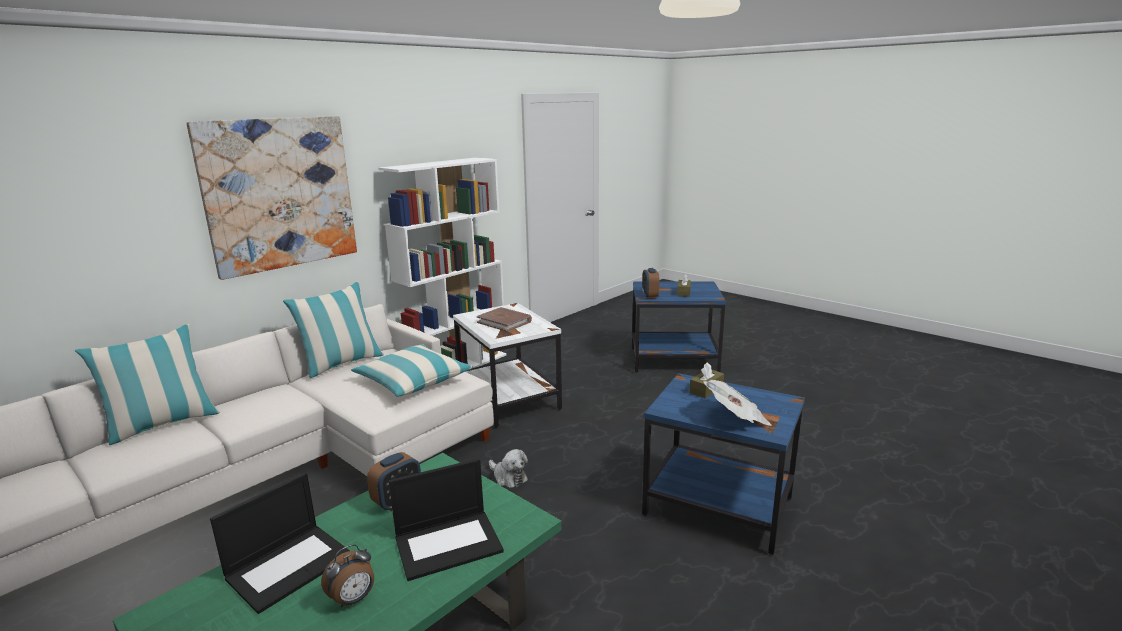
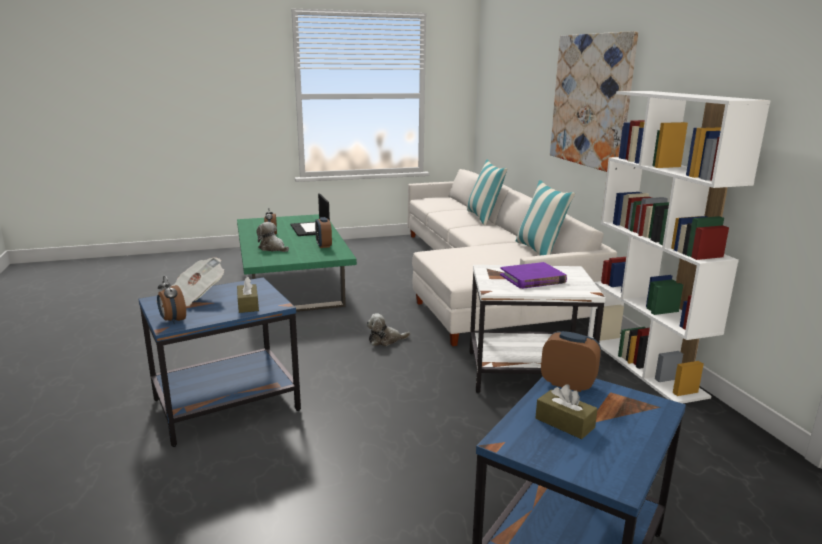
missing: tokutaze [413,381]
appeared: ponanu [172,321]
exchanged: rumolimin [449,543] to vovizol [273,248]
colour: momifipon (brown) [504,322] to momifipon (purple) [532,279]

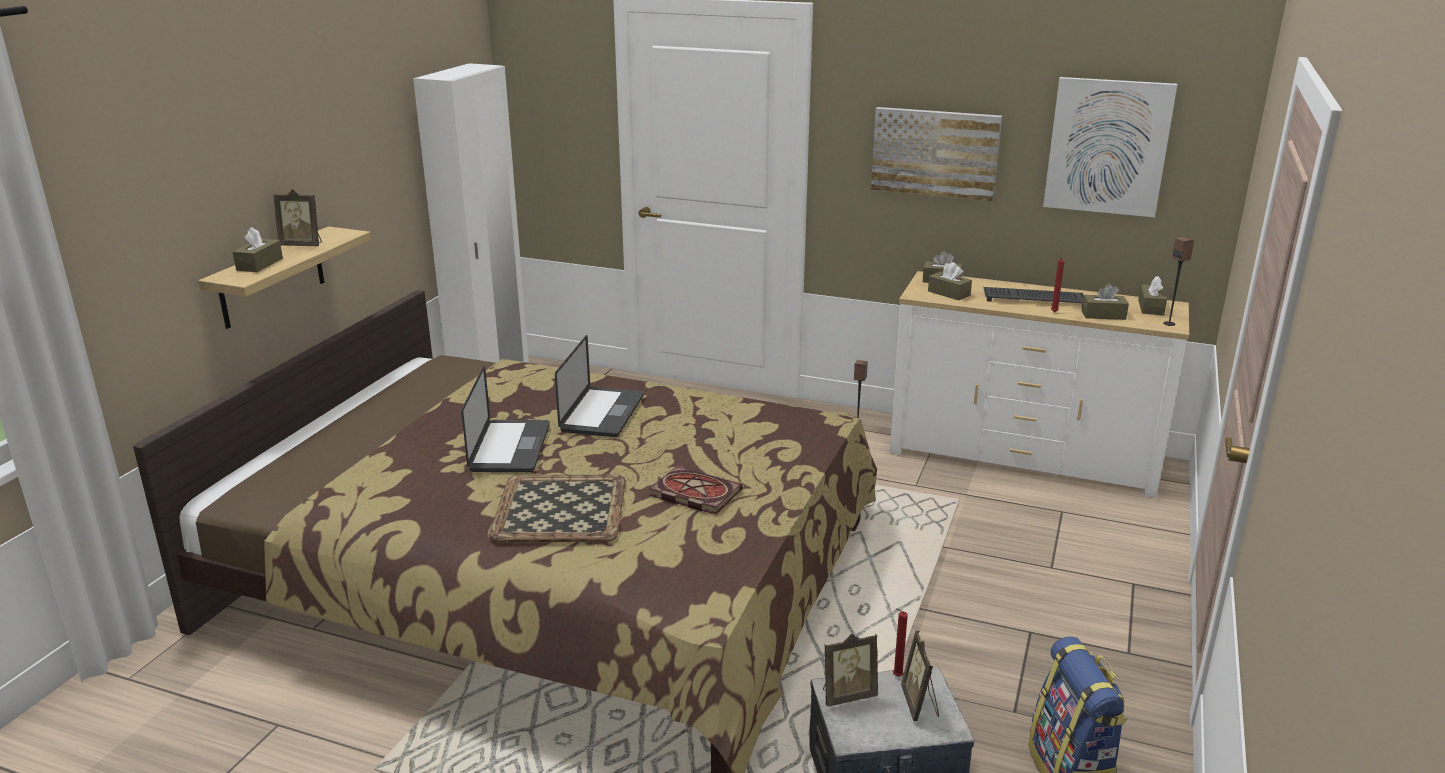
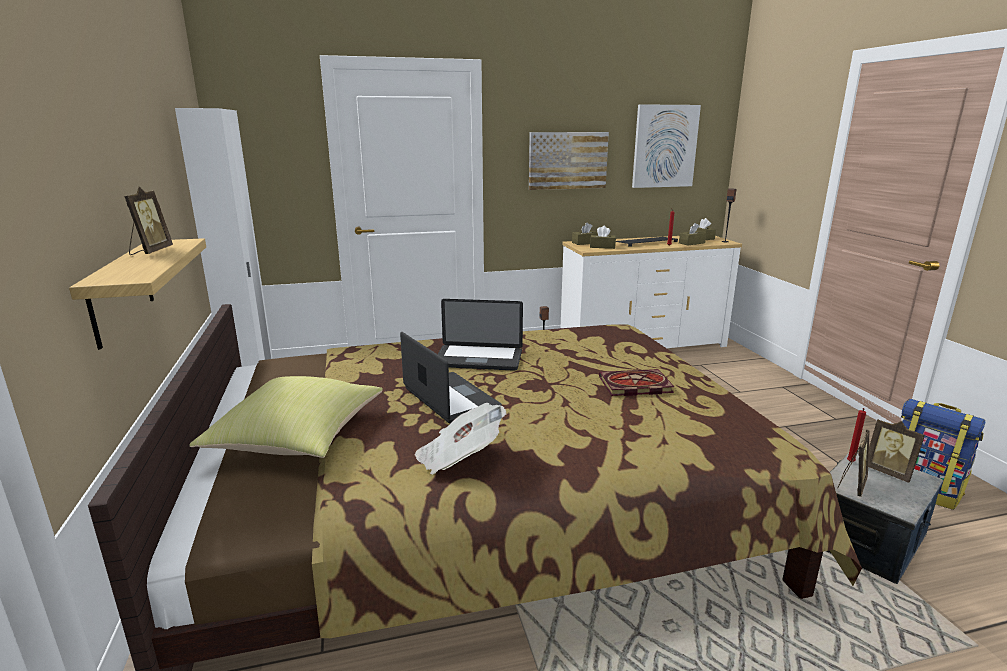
missing: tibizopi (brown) [259,264]; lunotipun [561,510]
appeared: tokutaze (yellow) [299,441]; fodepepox [459,458]
spun: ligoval [303,245] = [150,252] 60 degrees counterclockwise; rumolimin [602,413] = [478,359] 120 degrees clockwise

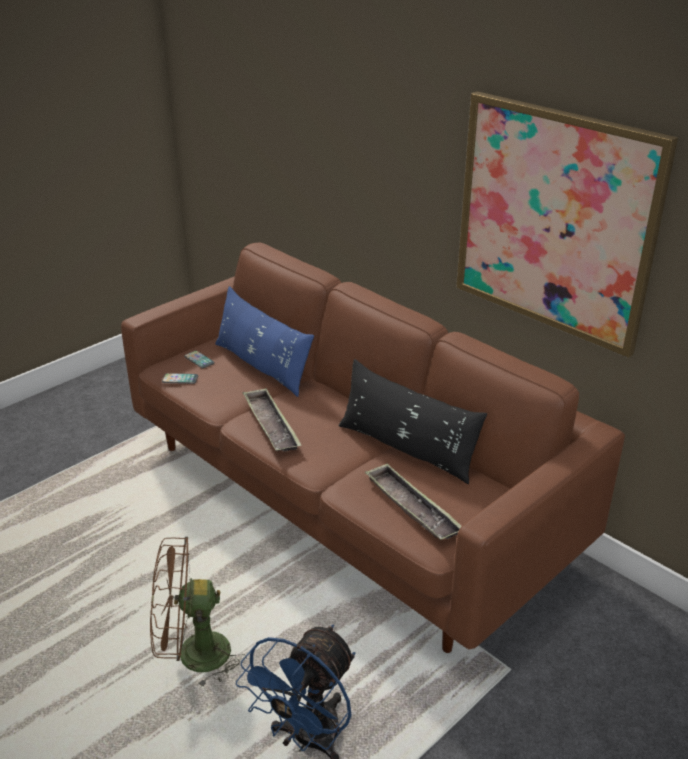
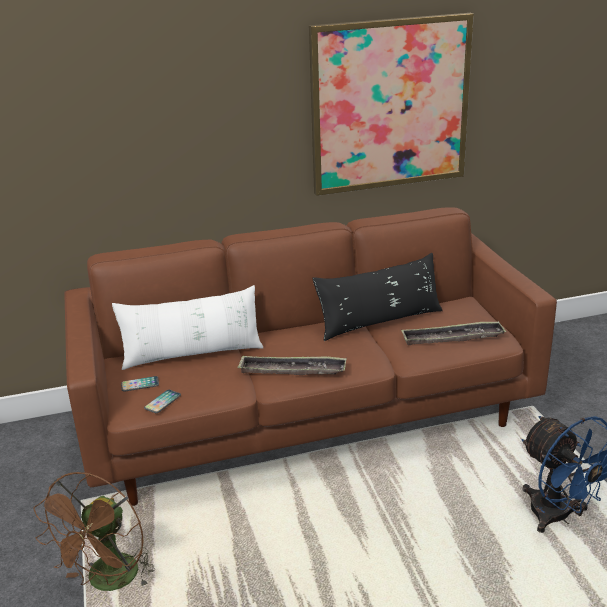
relocated: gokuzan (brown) [192,656] to [109,582]
colour: tokutaze (blue) [262,366] to tokutaze (white) [192,354]

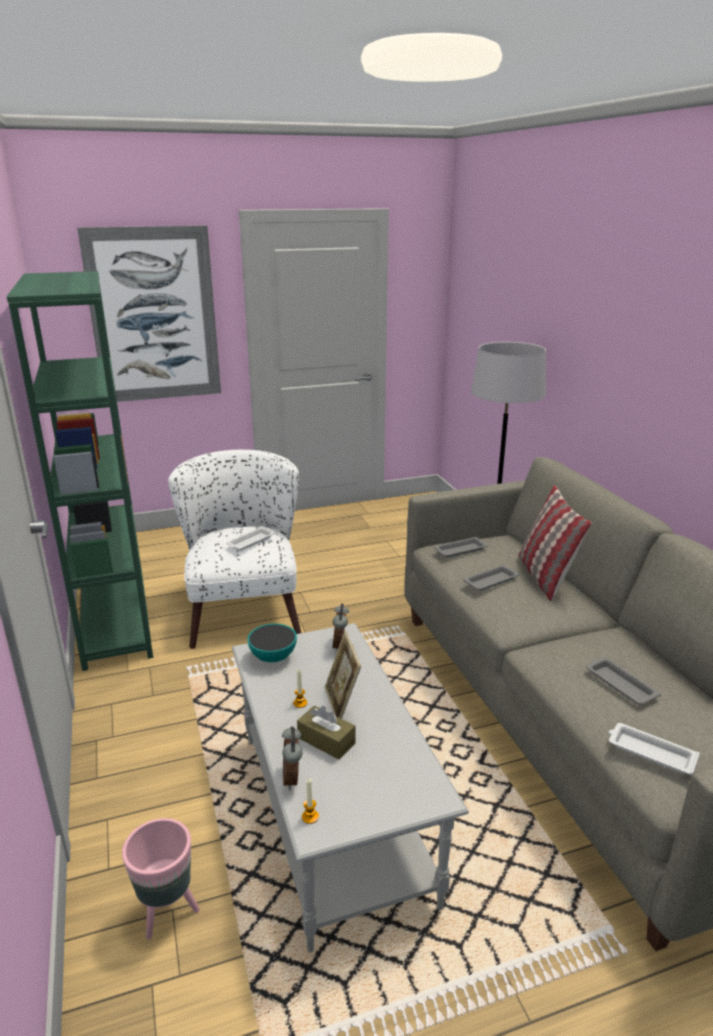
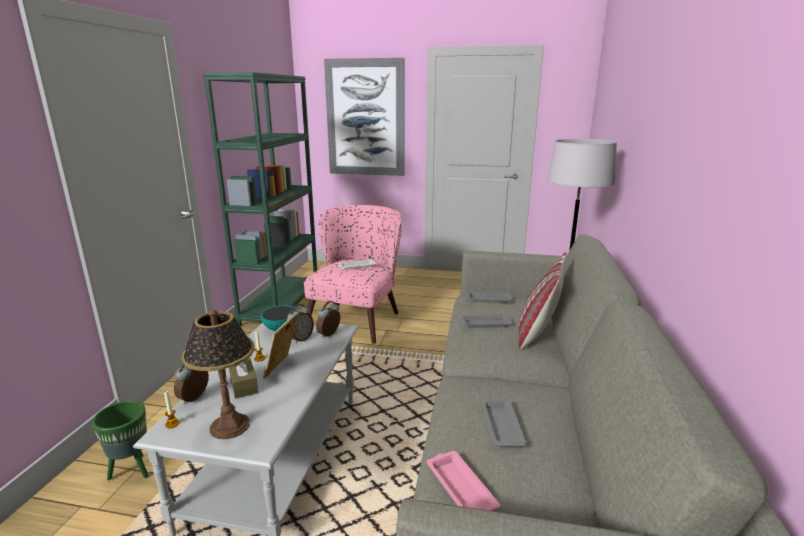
appeared: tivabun [229,426]; ponanu [301,339]
colour: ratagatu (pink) [167,913] to ratagatu (green) [132,470]; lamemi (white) [244,608] to lamemi (pink) [358,318]; lunotipun (white) [650,752] to lunotipun (pink) [459,487]

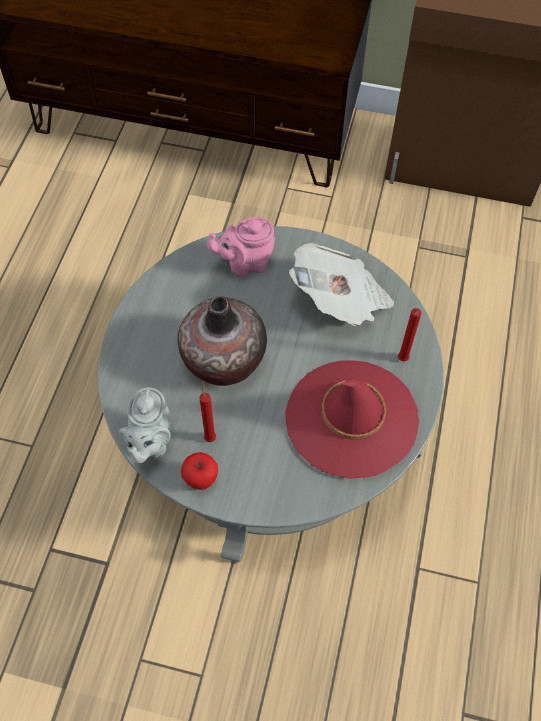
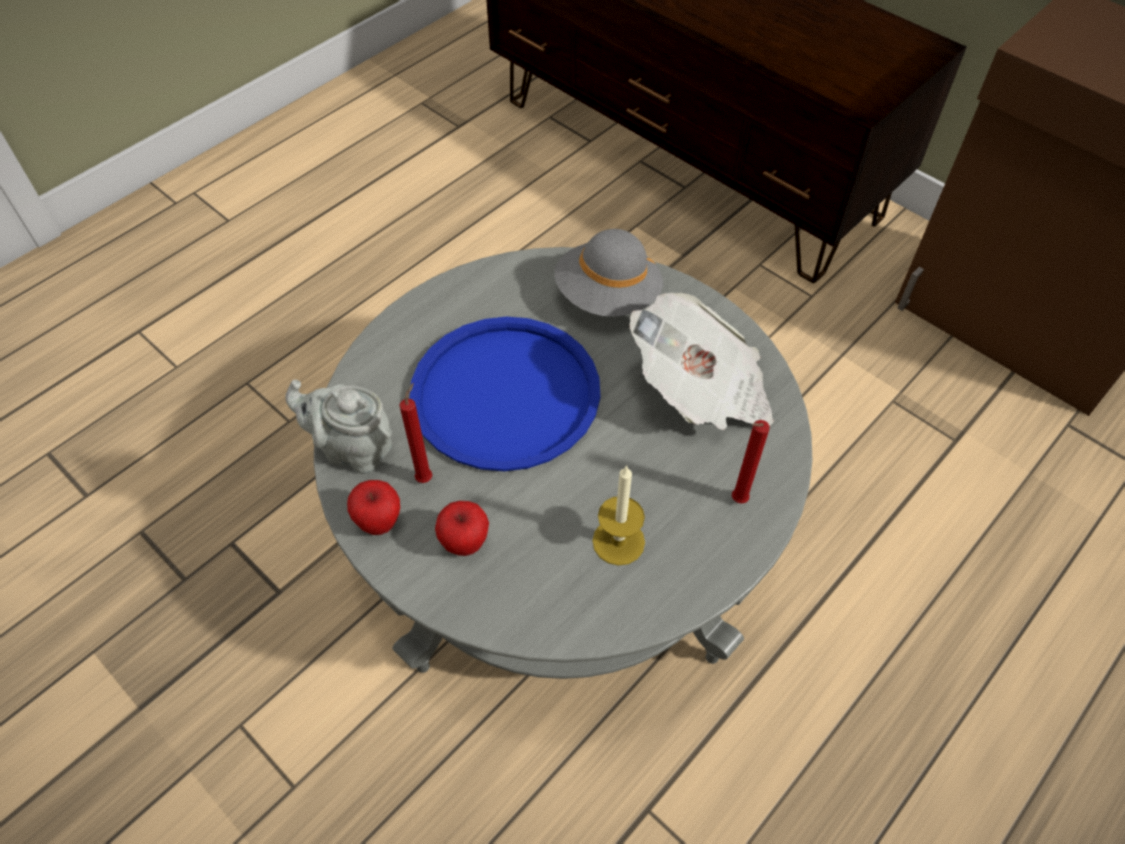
appeared: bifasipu [465,543]
exchanged: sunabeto [223,359] to lunotipun (blue) [505,394]; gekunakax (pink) [245,263] to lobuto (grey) [607,296]; lobuto (red) [351,418] to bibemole [618,541]
spun: gekunakax (grey) [150,442] = [353,449] 75 degrees clockwise

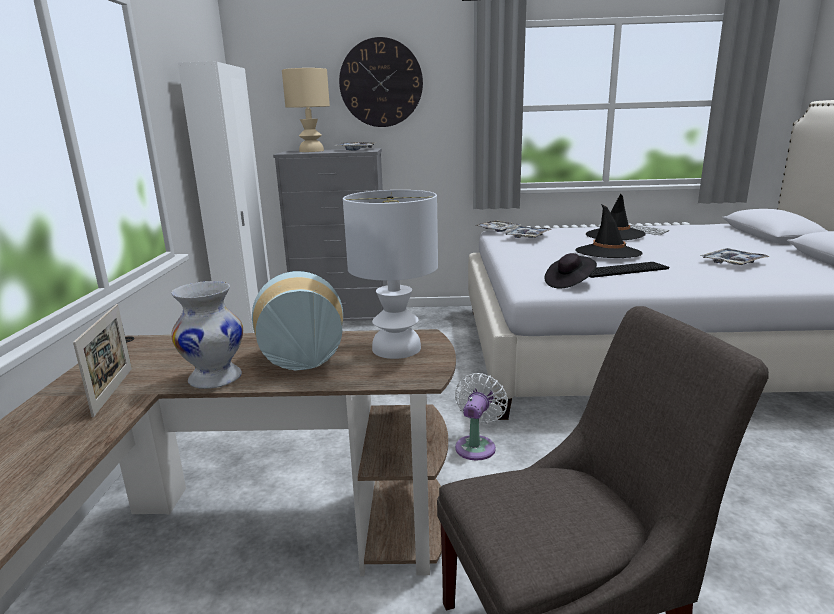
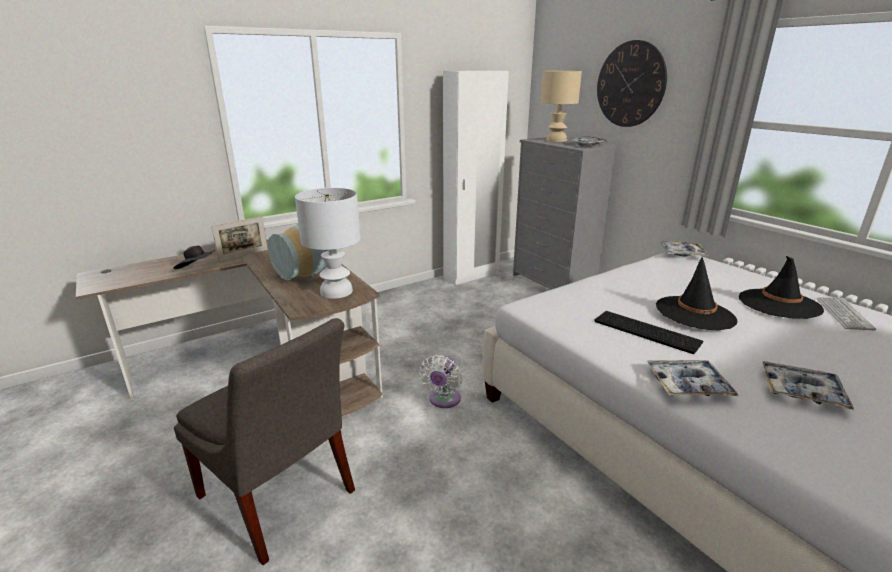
missing: sunabeto (white) [214,378]
relocated: lunotipun [527,236] to [688,385]; lobuto (black) [569,283] to [198,269]
spun: gokuzan (white) [477,446] = [443,400] 120 degrees clockwise

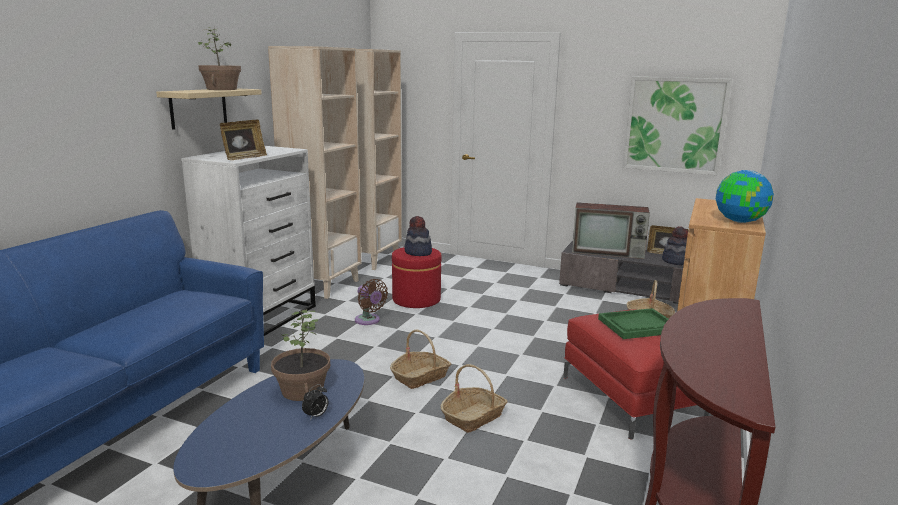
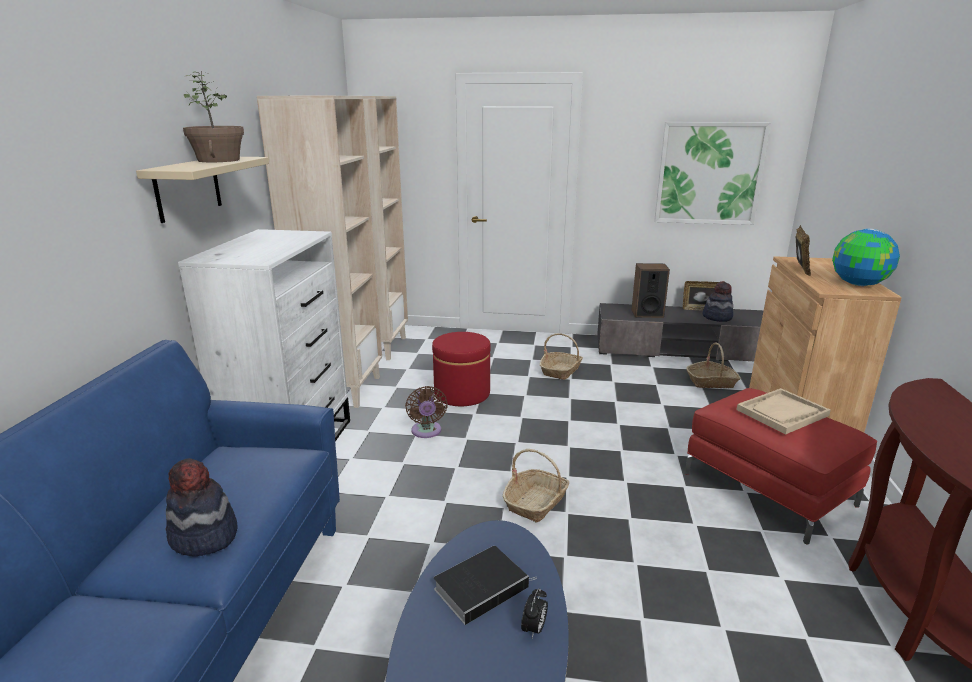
relocated: ligoval [244,158] to [799,270]; lobuto [418,252] to [204,536]; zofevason [473,417] to [561,371]
exchanged: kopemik [302,390] to momifipon [482,586]; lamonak [609,252] to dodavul [647,313]
colour: lunotipun (green) [638,326] to lunotipun (beige) [782,413]
spun: gokuzan (brown) [369,321] = [426,432] 45 degrees clockwise

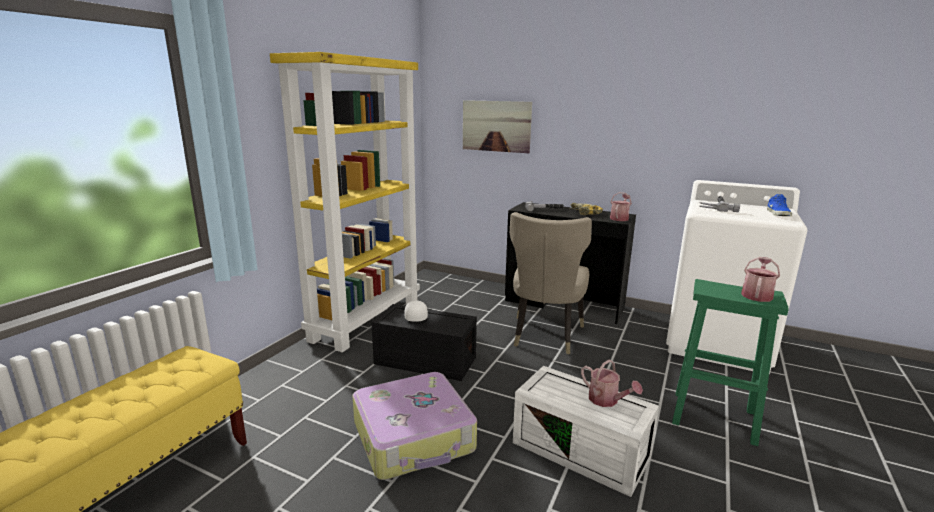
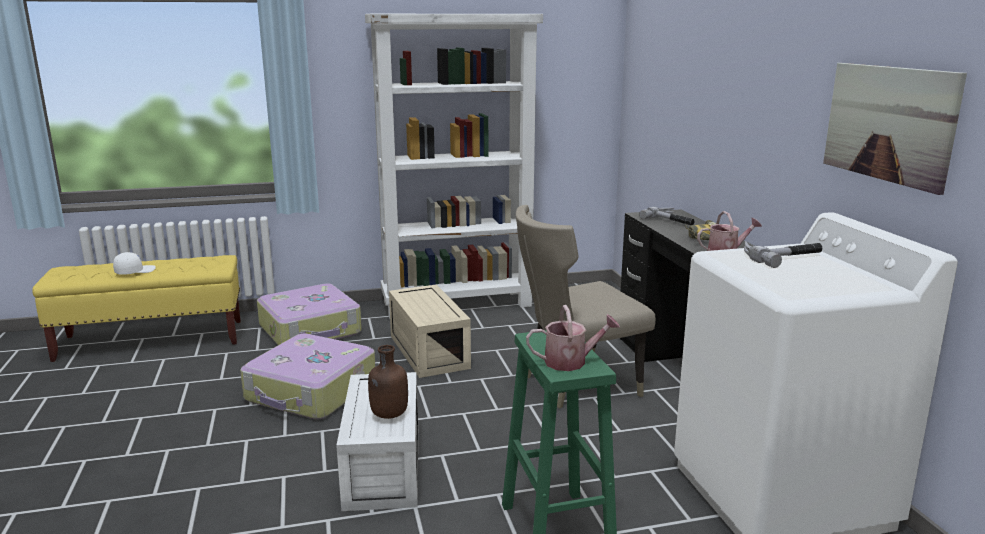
missing: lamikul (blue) [779,214]
appeared: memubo [311,330]
relocated: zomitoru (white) [416,316] to [135,271]; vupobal [496,126] to [888,123]
exchanged: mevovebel [607,400] to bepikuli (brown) [388,415]
colour: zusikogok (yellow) [366,319] to zusikogok (white) [458,303]; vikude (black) [423,361] to vikude (beige) [427,351]

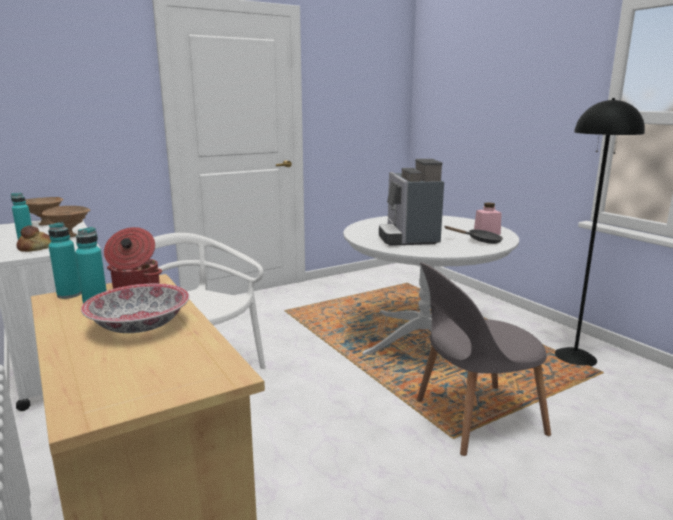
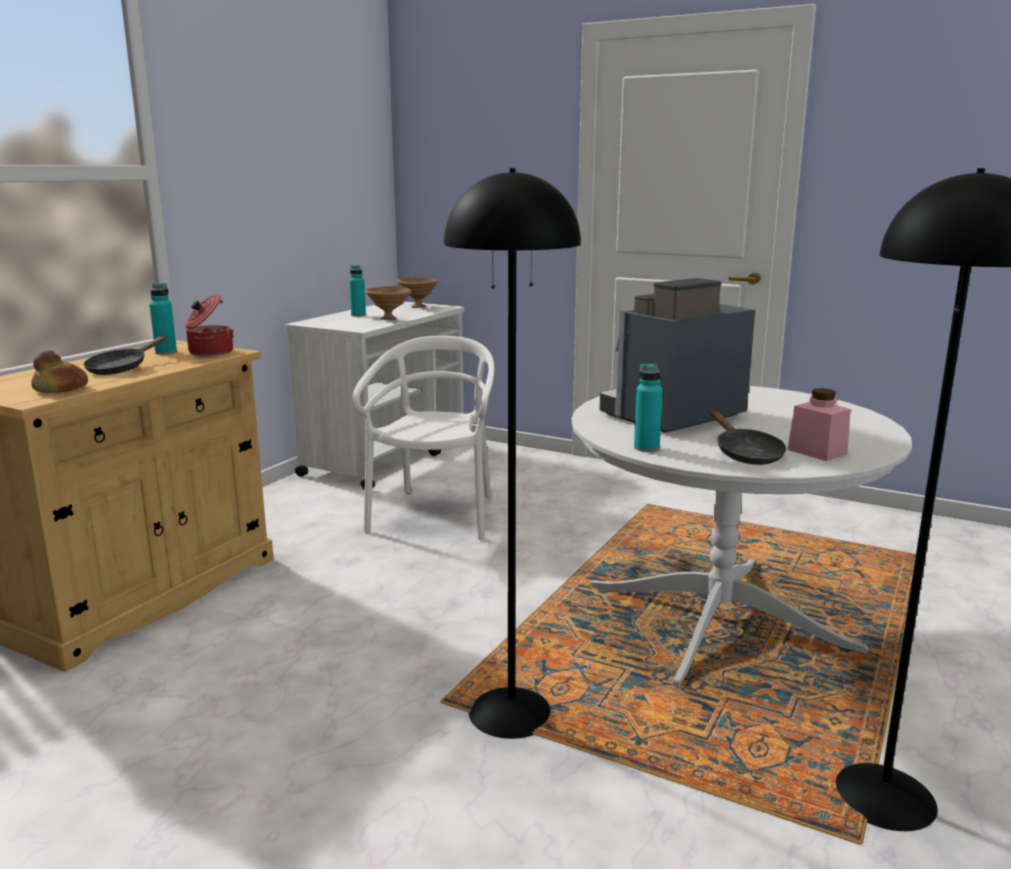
relocated: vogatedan [36,248] to [60,389]; bepikuli (turquoise) [69,295] to [646,448]
exchanged: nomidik [138,325] to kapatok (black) [121,368]; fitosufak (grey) [474,418] to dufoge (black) [511,711]

